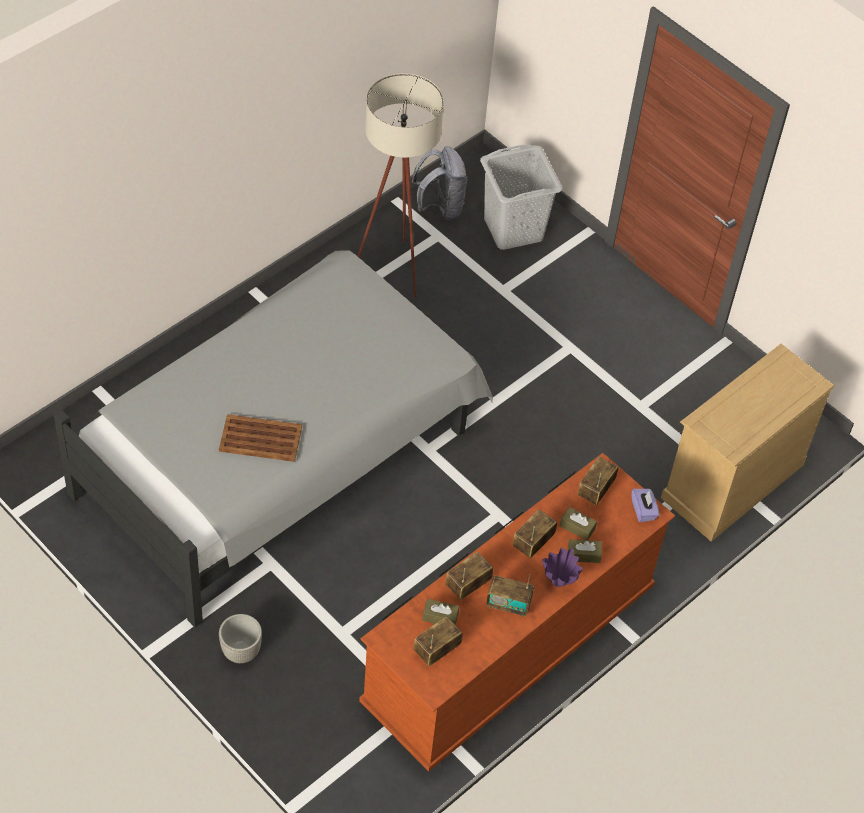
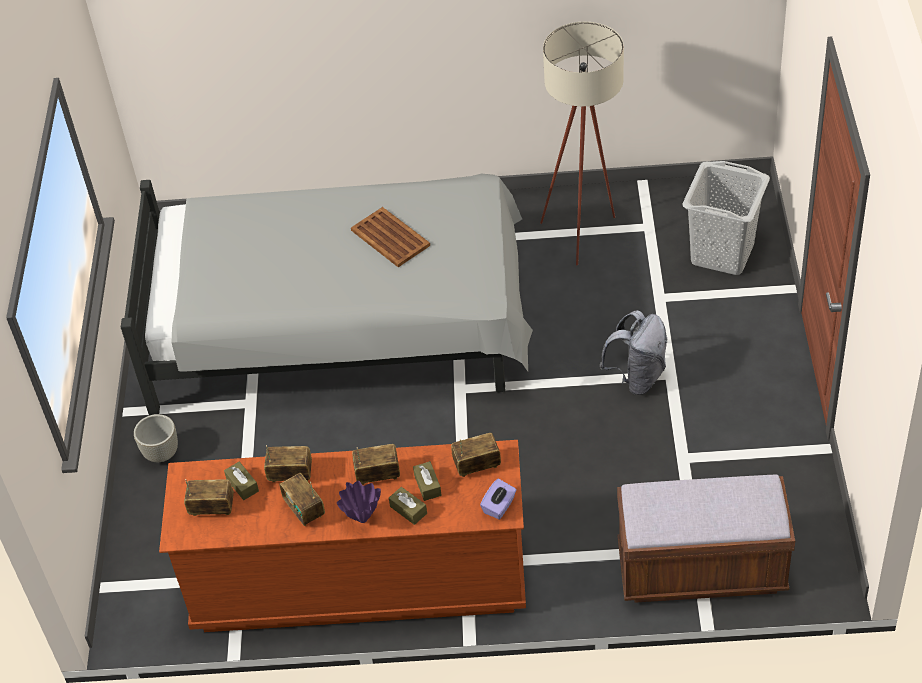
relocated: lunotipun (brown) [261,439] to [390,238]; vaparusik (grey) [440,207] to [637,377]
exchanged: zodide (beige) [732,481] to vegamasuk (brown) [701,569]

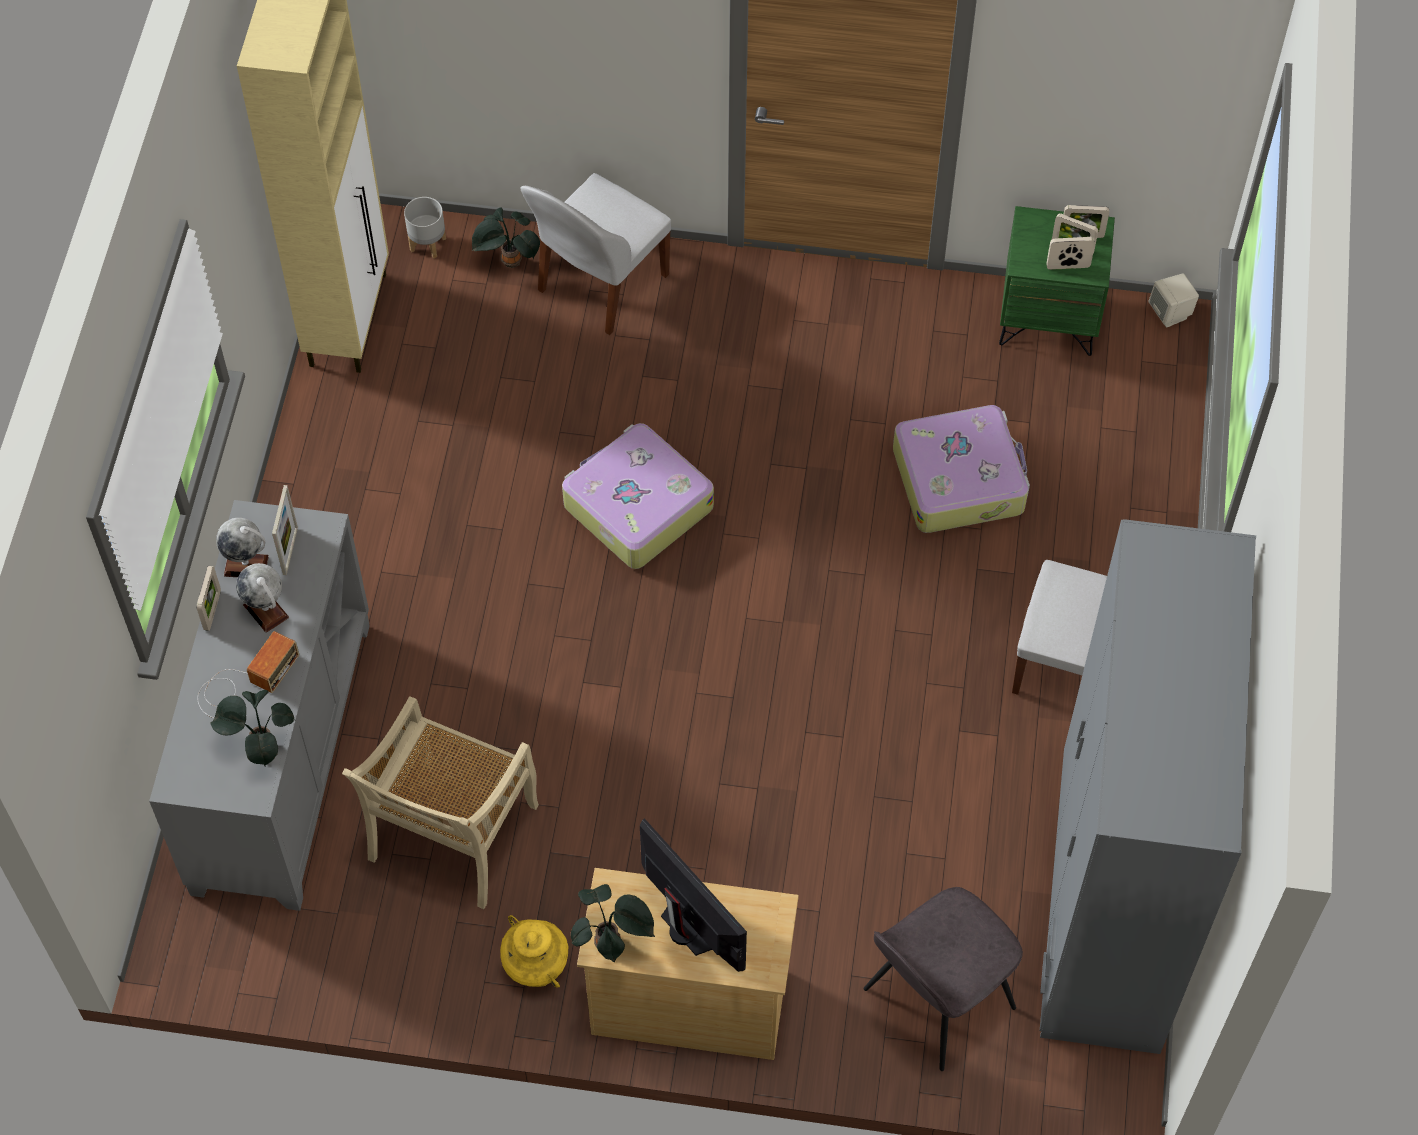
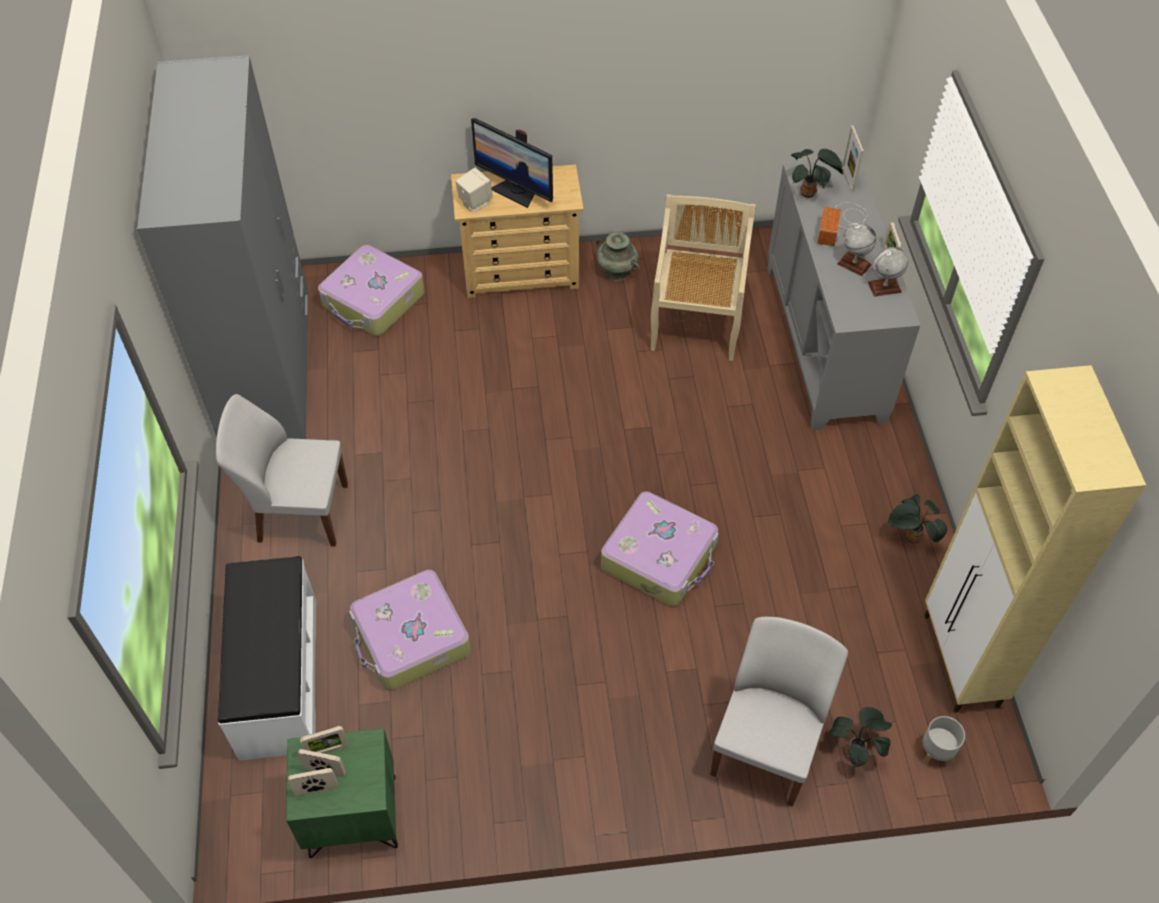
appeared: vegamasuk (white) [277,678]
relocated: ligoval [290,551] to [848,179]; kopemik [611,943] to [910,538]; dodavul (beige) [1170,313] to [475,202]
exchanged: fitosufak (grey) [935,1001] to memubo [373,301]
colour: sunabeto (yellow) [535,965] to sunabeto (turquoise) [617,271]

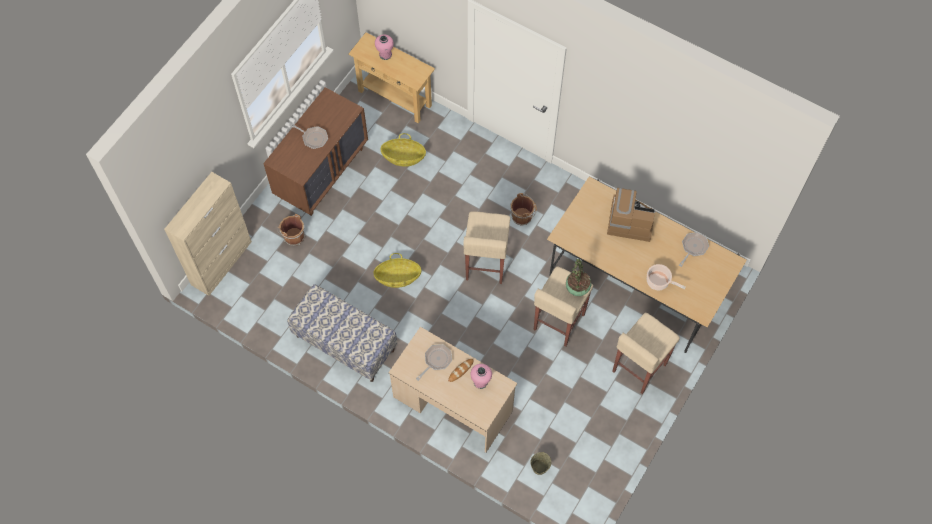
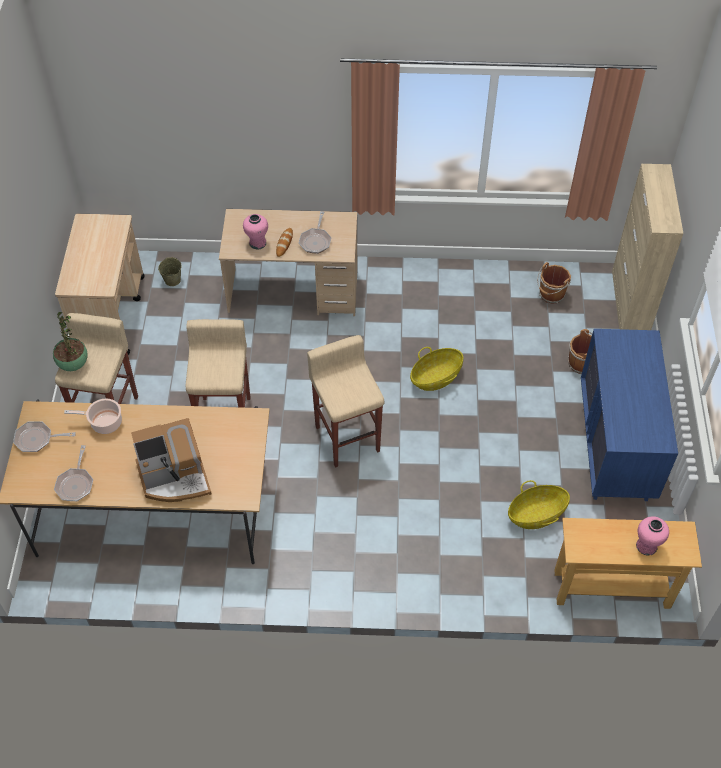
missing: vegamasuk [344,343]
appeared: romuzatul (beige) [111,313]
relocated: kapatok [313,138] to [37,439]; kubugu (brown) [522,216] to [551,295]; kopemik [577,289] to [73,363]
colour: zodide (brown) [322,172] to zodide (blue) [614,446]

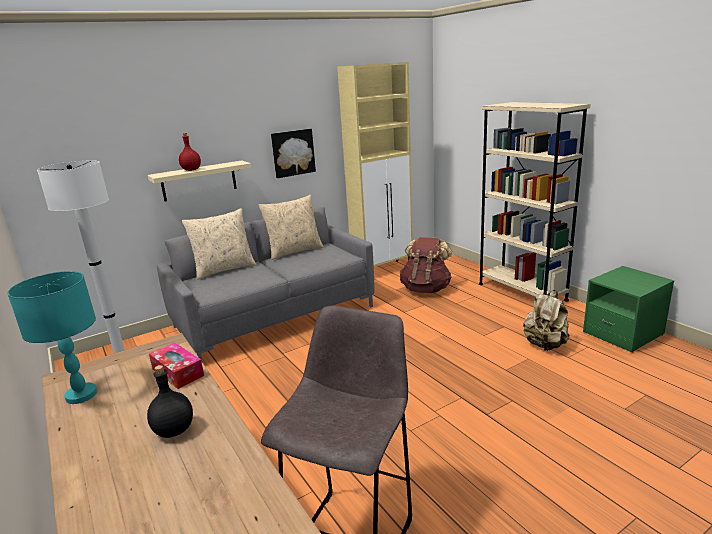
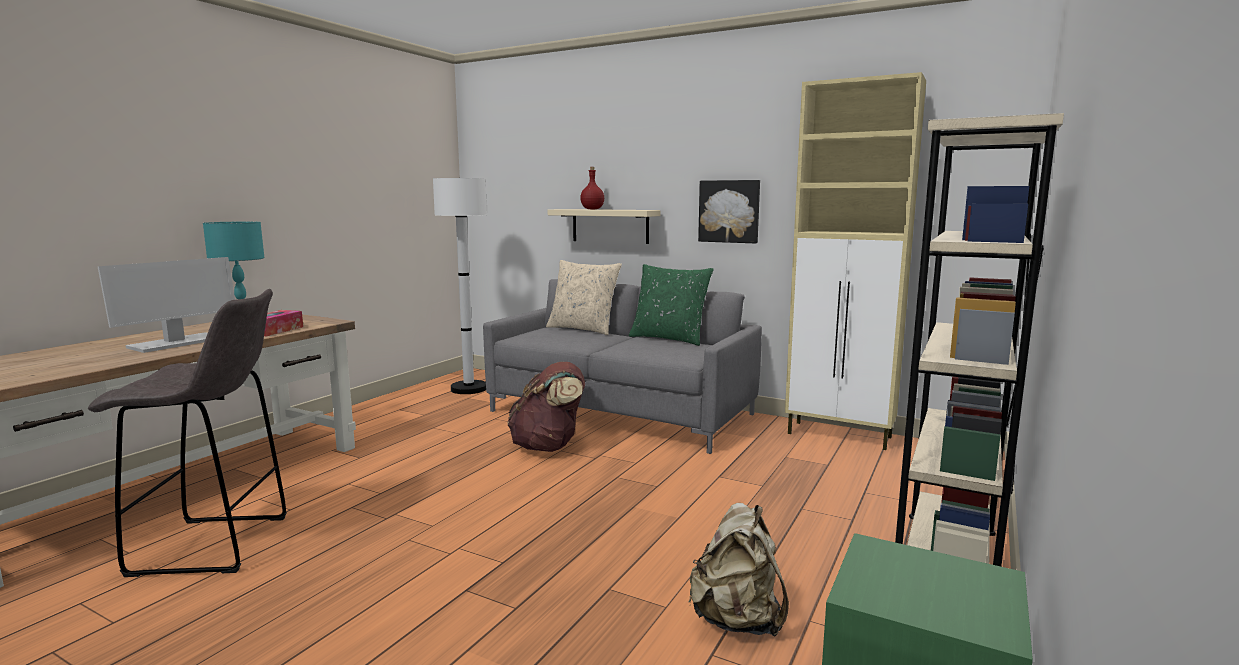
relocated: vaparusik (brown) [426,289] to [549,446]
exchanged: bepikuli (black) [173,430] to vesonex [176,343]
colour: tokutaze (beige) [294,251] to tokutaze (green) [669,339]

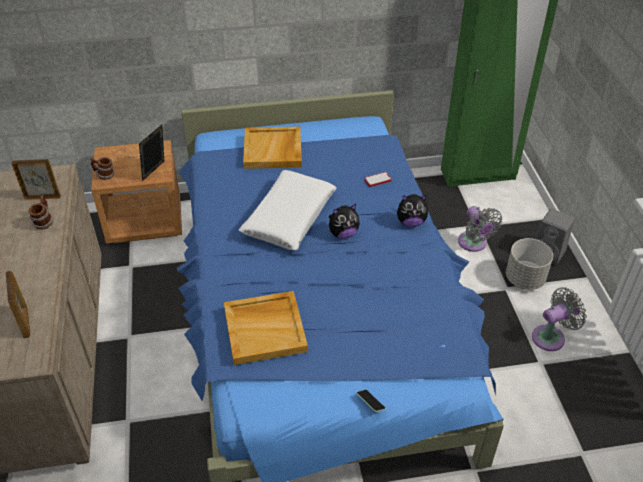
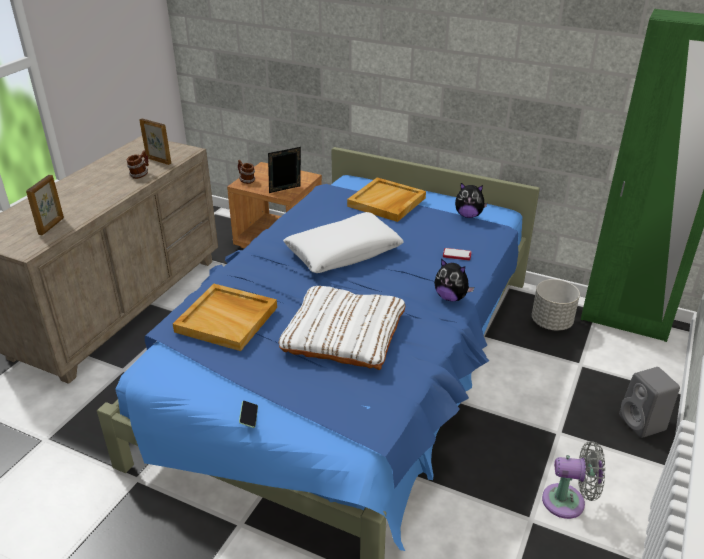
missing: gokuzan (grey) [474,244]
appeared: tokutaze (white) [344,333]
relocated: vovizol [343,233] to [468,215]; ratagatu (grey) [524,279] to [551,323]

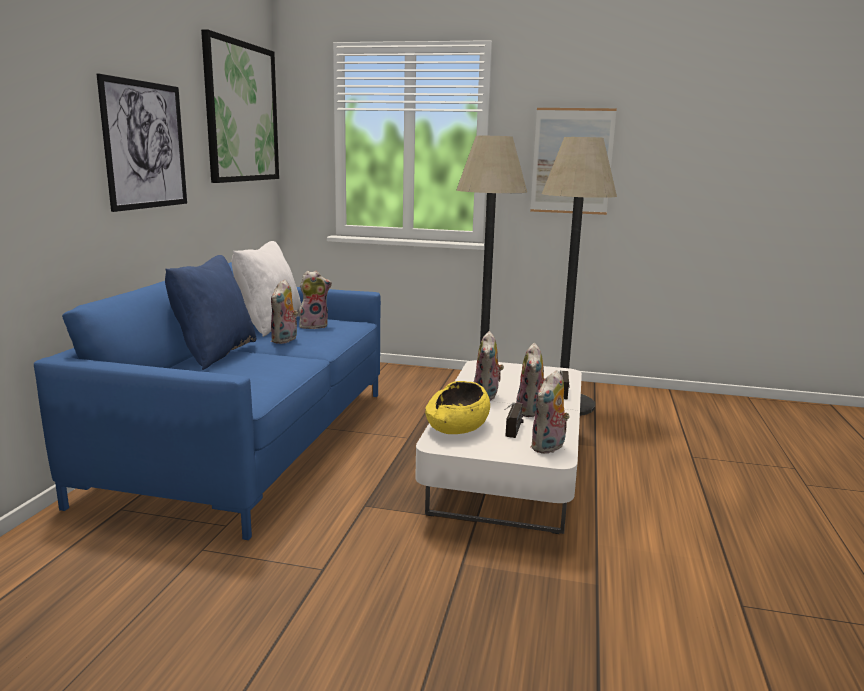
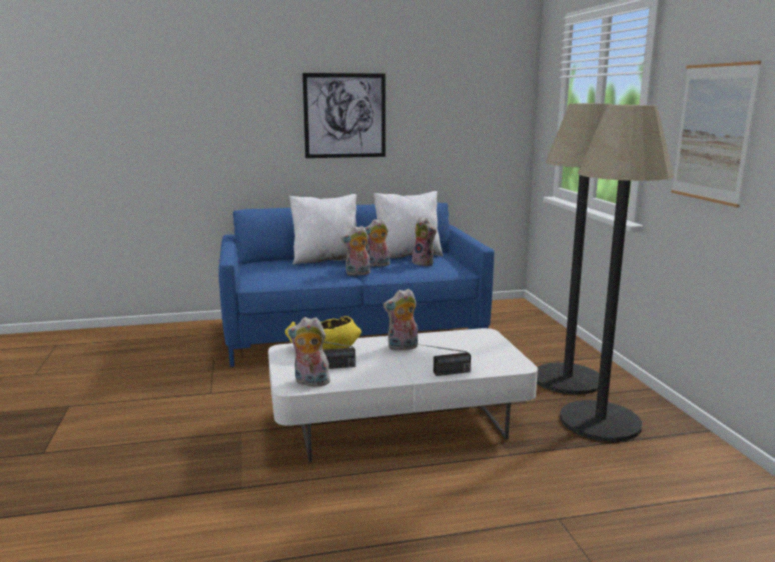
missing: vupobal [241,112]
relocated: vovizol [531,412] to [357,274]
colour: tokutaze (blue) [214,353] to tokutaze (white) [326,260]

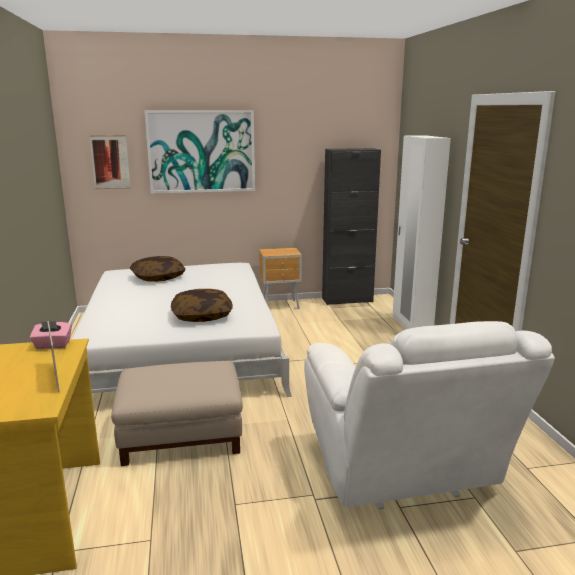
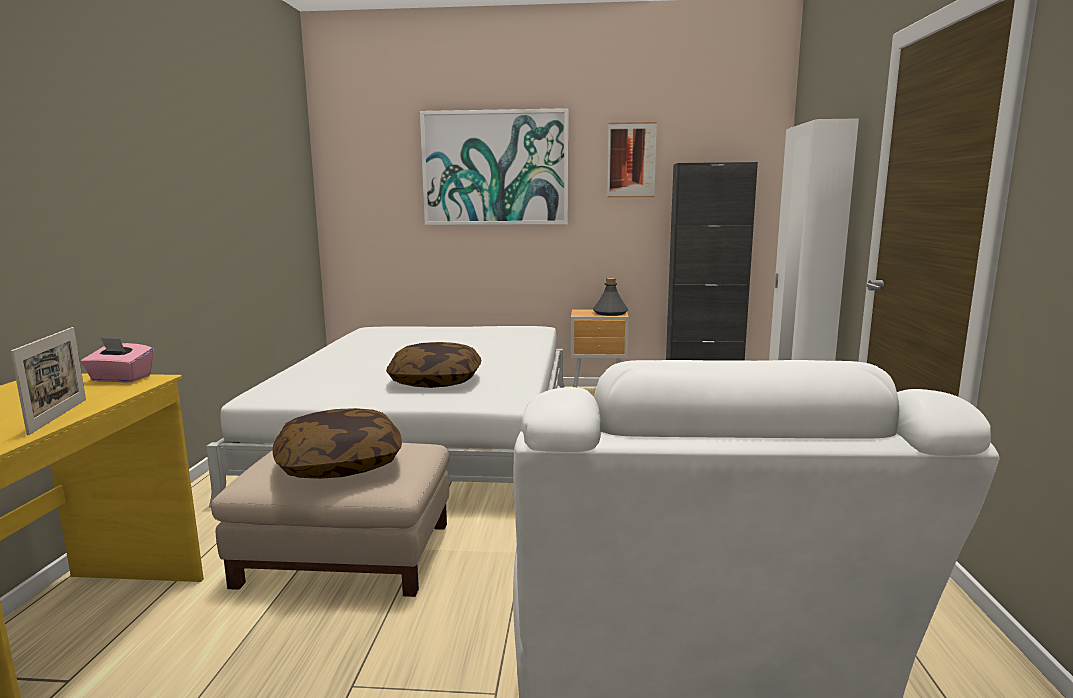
appeared: bepikuli (grey) [610,313]
relocated: vupobal [110,162] to [631,160]; tokutaze [158,277] to [340,464]

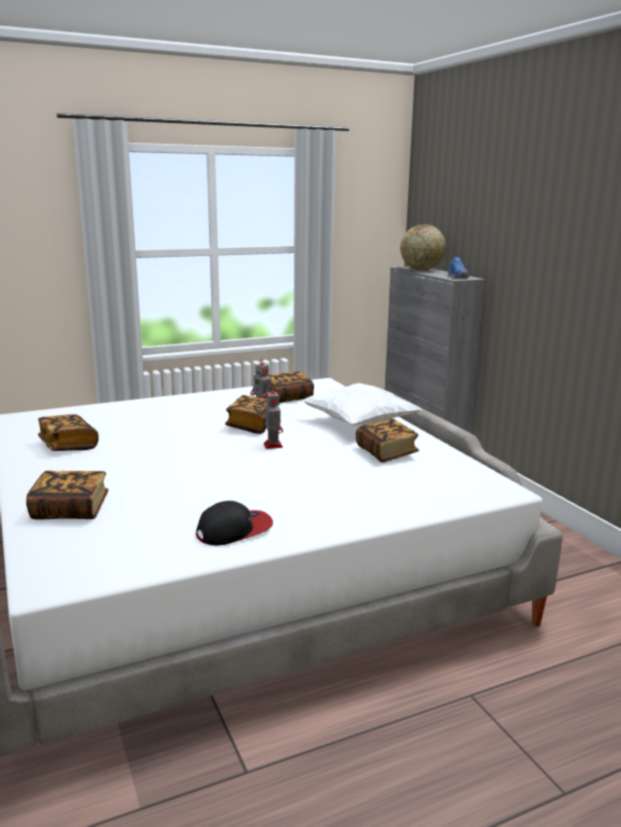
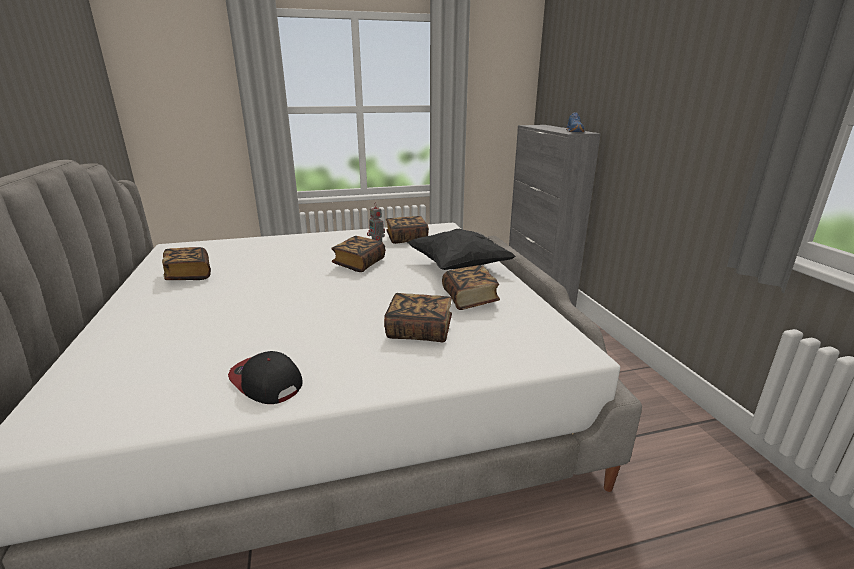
missing: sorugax [272,445]; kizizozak [421,270]
relocated: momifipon [70,510] to [419,331]
colour: tokutaze (white) [360,424] to tokutaze (black) [459,267]
spun: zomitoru [234,530] = [266,382] 120 degrees counterclockwise

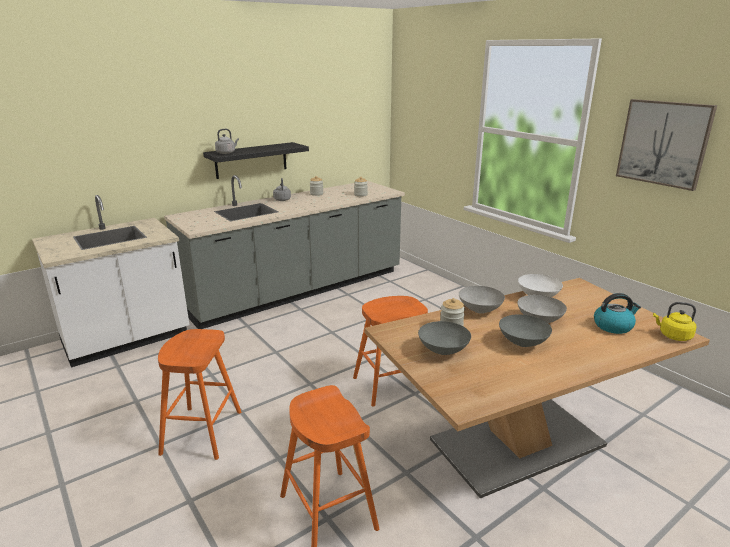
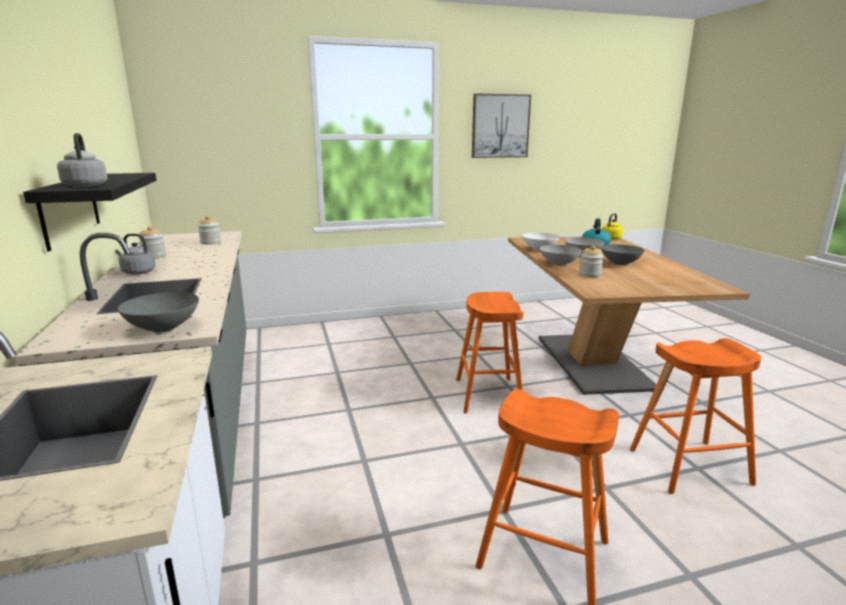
relocated: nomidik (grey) [444,350] to [164,328]

